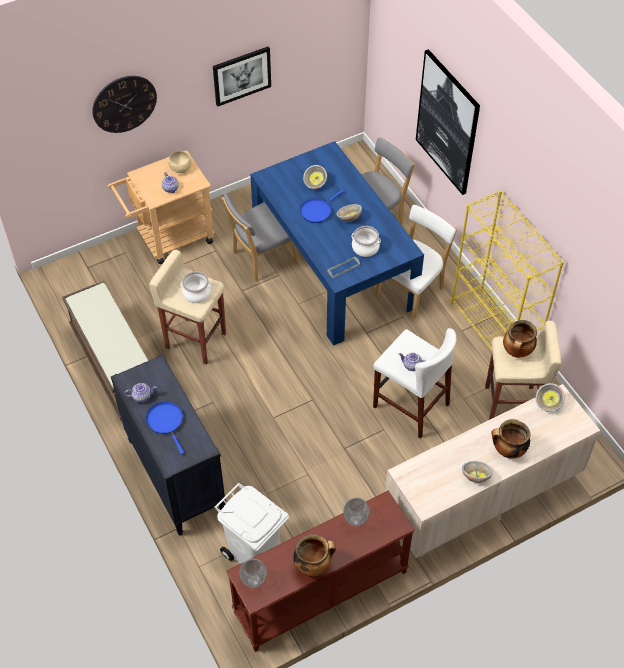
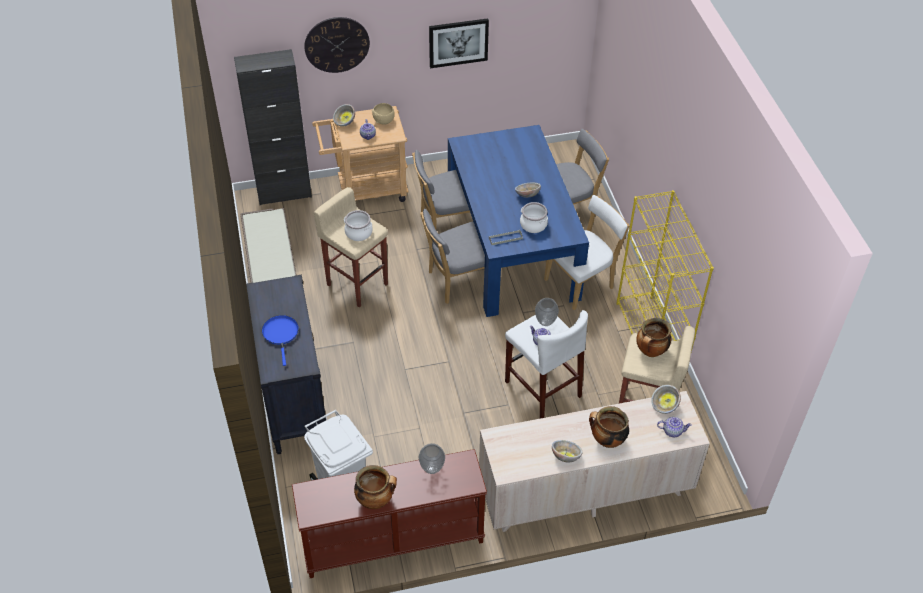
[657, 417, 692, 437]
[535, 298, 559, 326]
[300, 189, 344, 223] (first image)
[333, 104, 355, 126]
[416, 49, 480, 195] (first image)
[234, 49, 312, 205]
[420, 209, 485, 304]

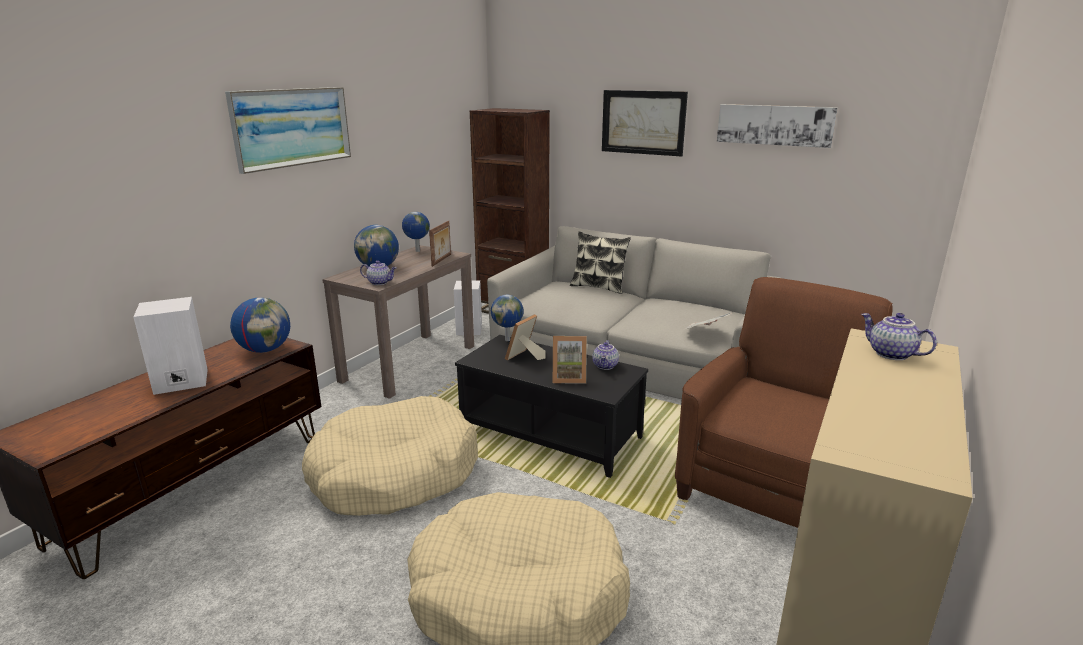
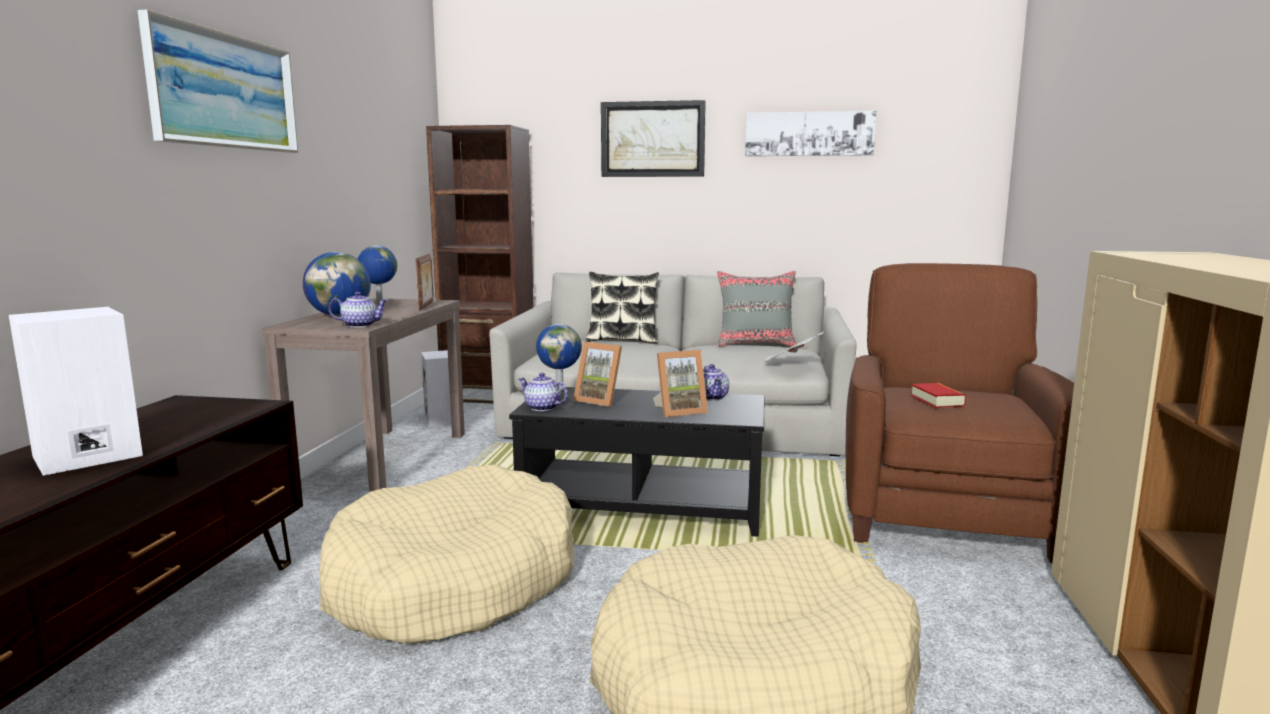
[230, 297, 290, 353] (first image)
[573, 342, 622, 407]
[519, 373, 568, 411]
[717, 271, 797, 347]
[911, 383, 966, 408]

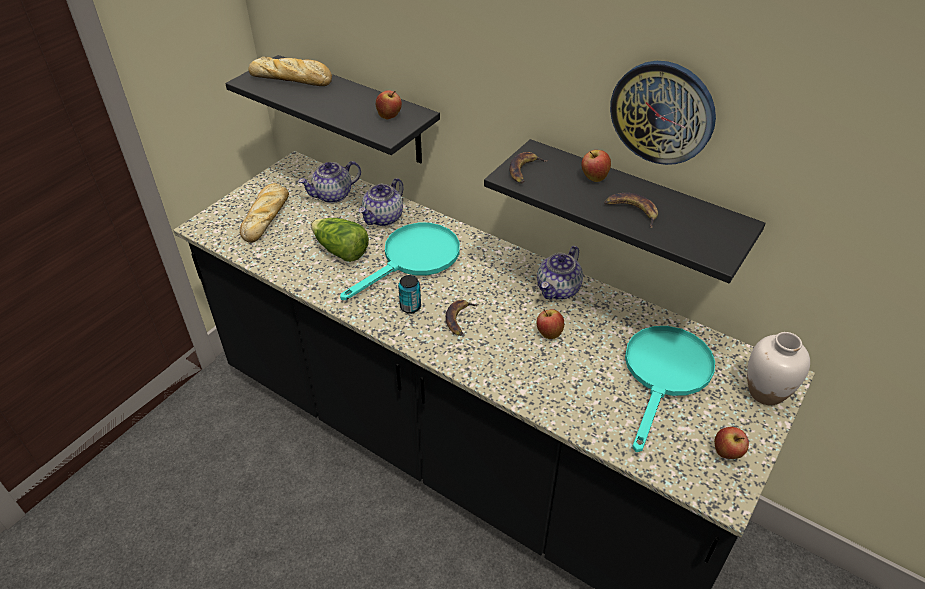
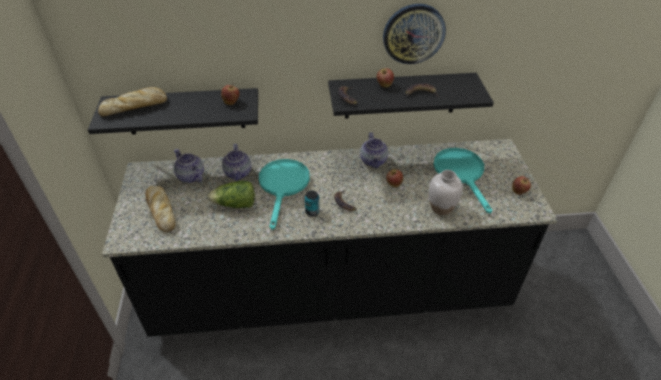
[174, 149, 204, 183]
[429, 170, 463, 215]

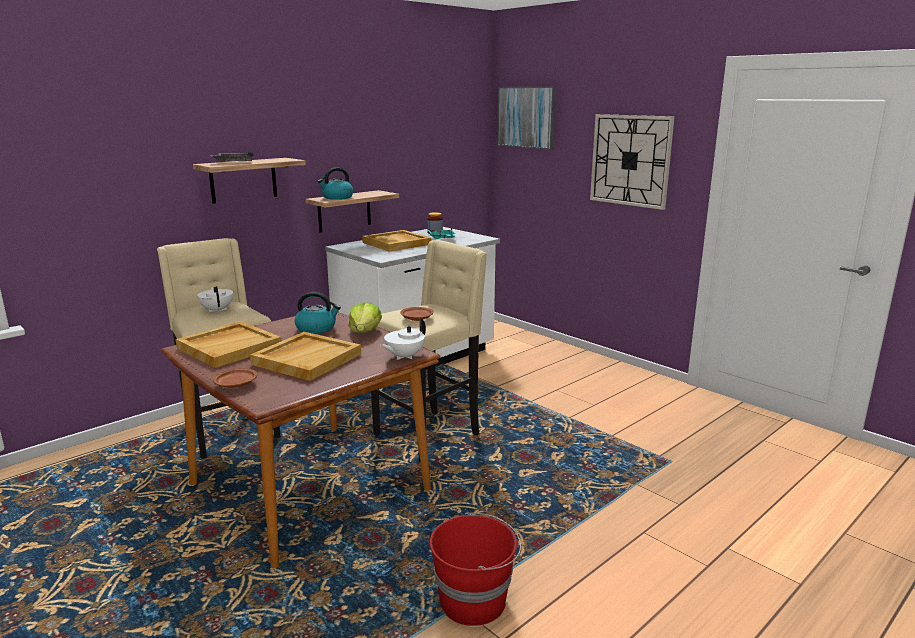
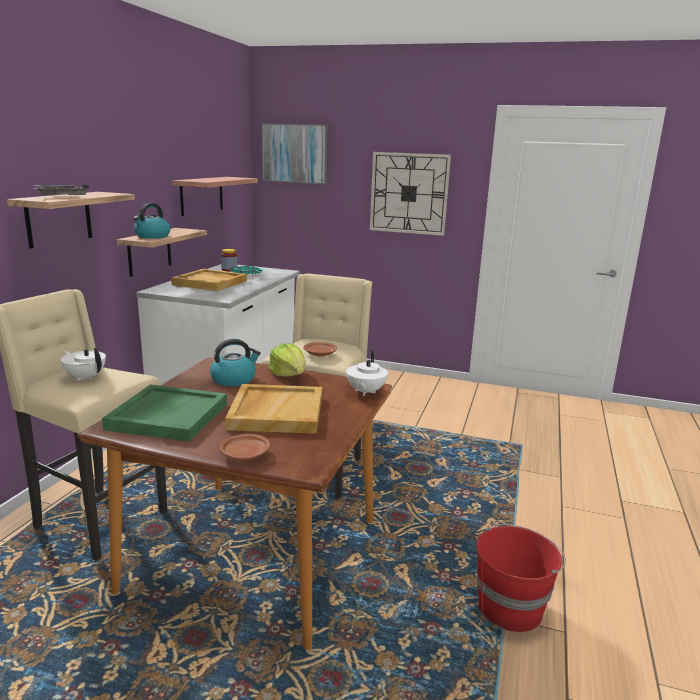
[102, 384, 227, 442]
[172, 177, 258, 216]

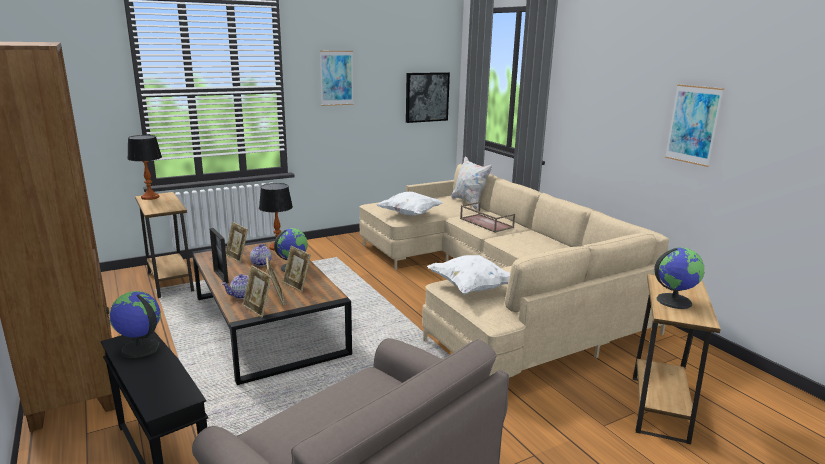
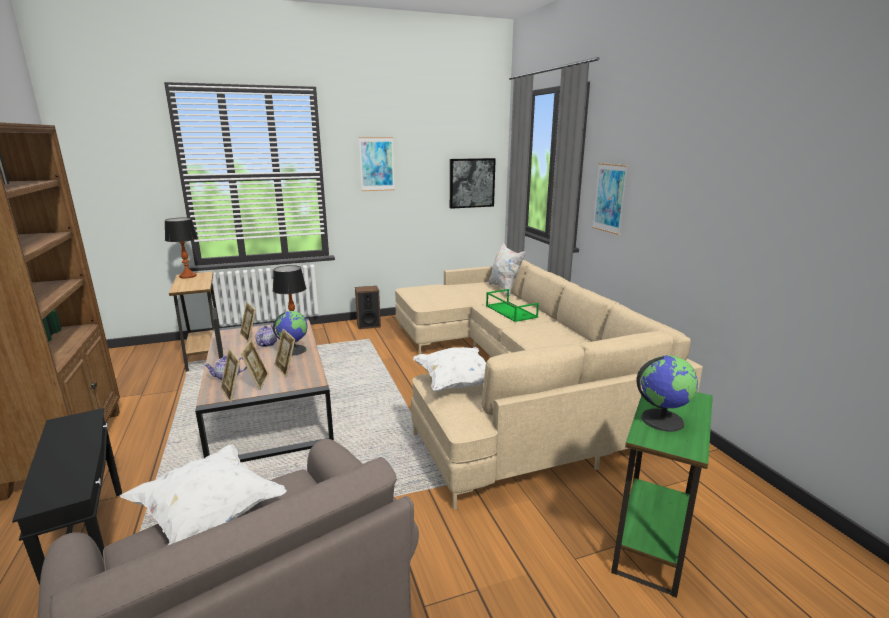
[109, 291, 161, 358] (first image)
[120, 444, 287, 546]
[486, 289, 539, 322]
[611, 391, 713, 598]
[592, 163, 628, 235]
[355, 286, 381, 329]

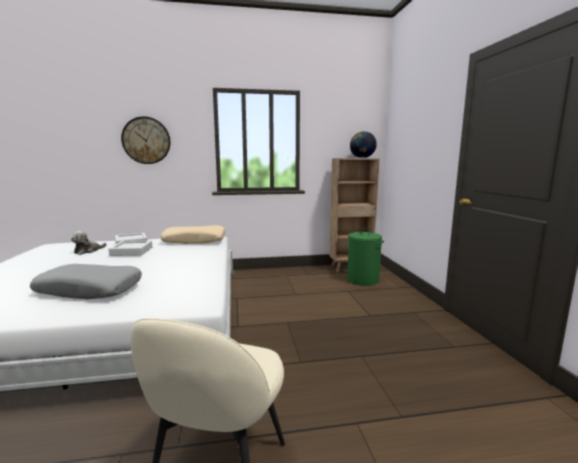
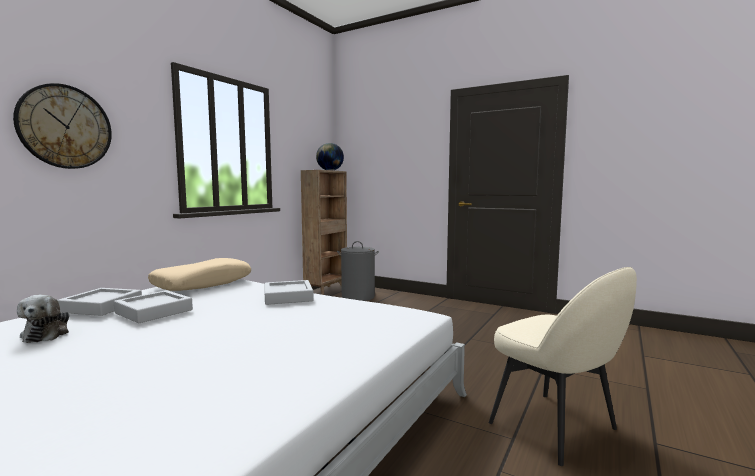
[30, 264, 142, 299] (first image)
[337, 241, 379, 301]
[265, 280, 314, 305]

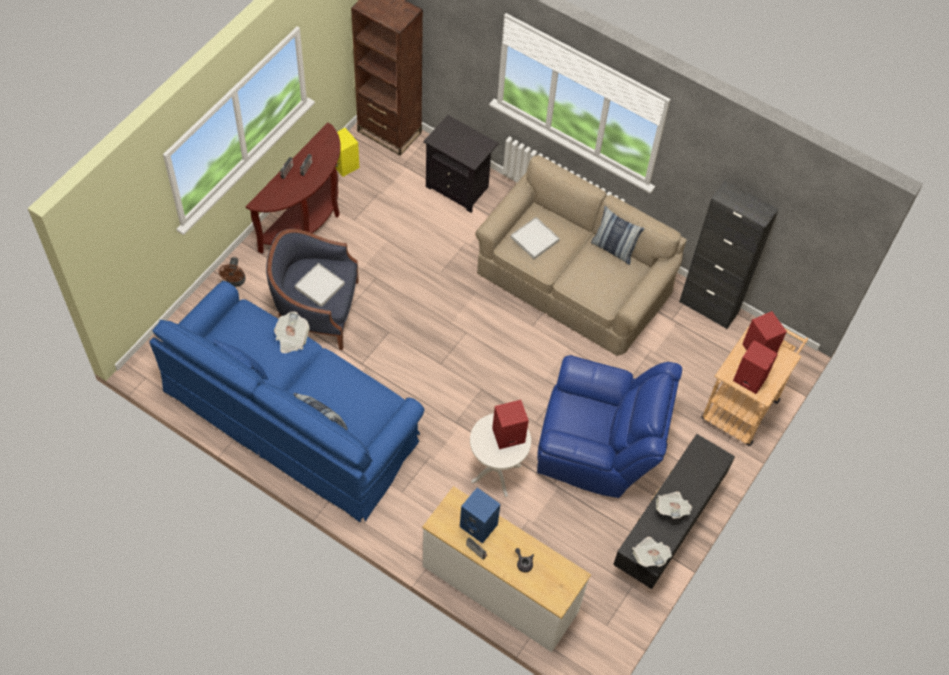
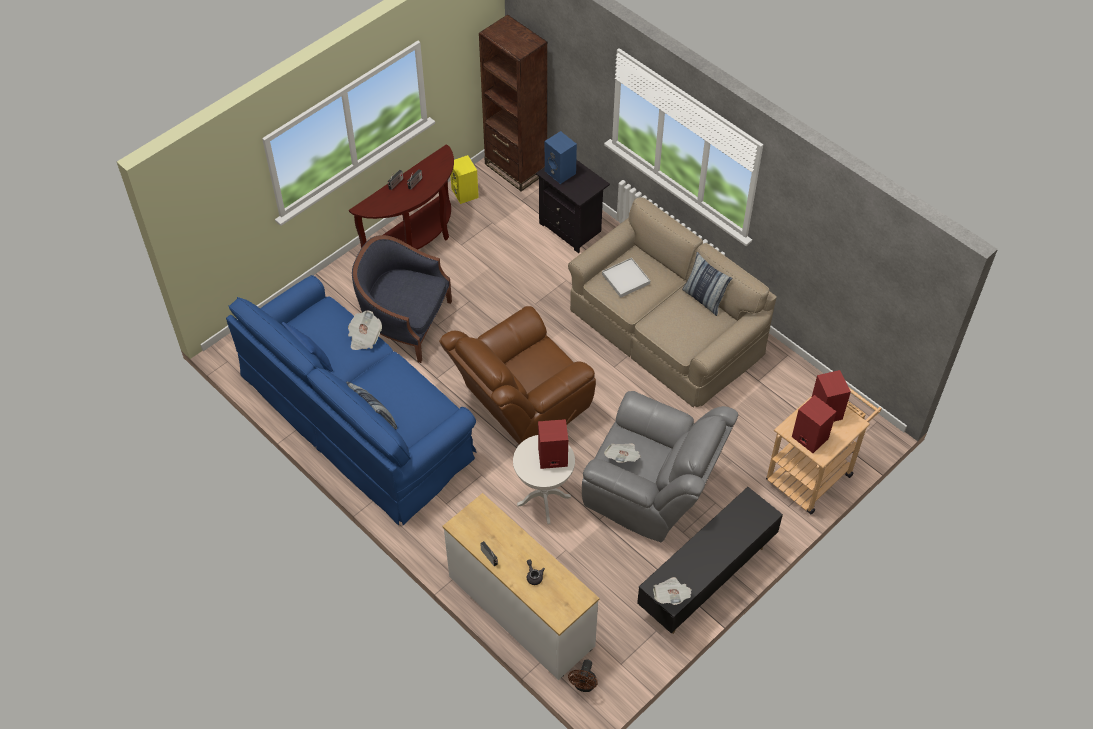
[568, 659, 598, 692]
[295, 263, 345, 307] (first image)
[545, 131, 577, 184]
[582, 391, 738, 542]
[604, 443, 641, 463]
[679, 181, 779, 329] (first image)
[439, 306, 596, 445]

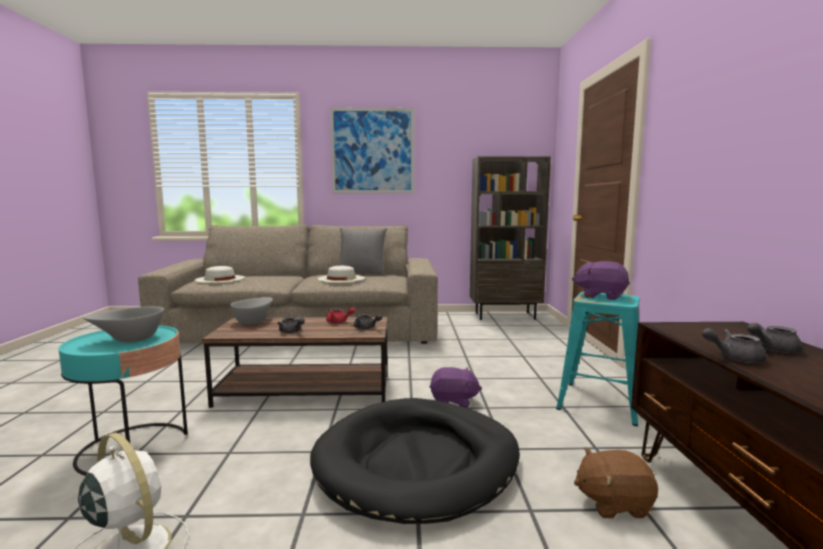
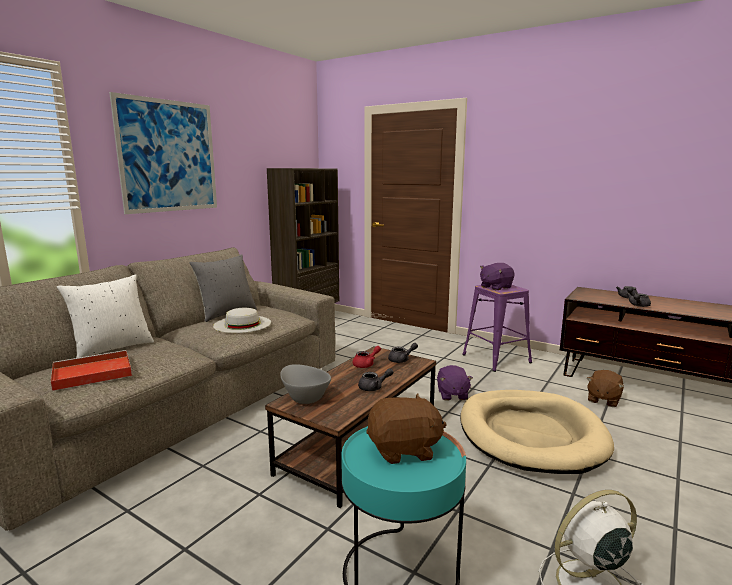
[366, 394, 447, 464]
[51, 350, 132, 391]
[460, 390, 614, 474]
[437, 365, 473, 401]
[462, 285, 532, 372]
[57, 274, 154, 358]

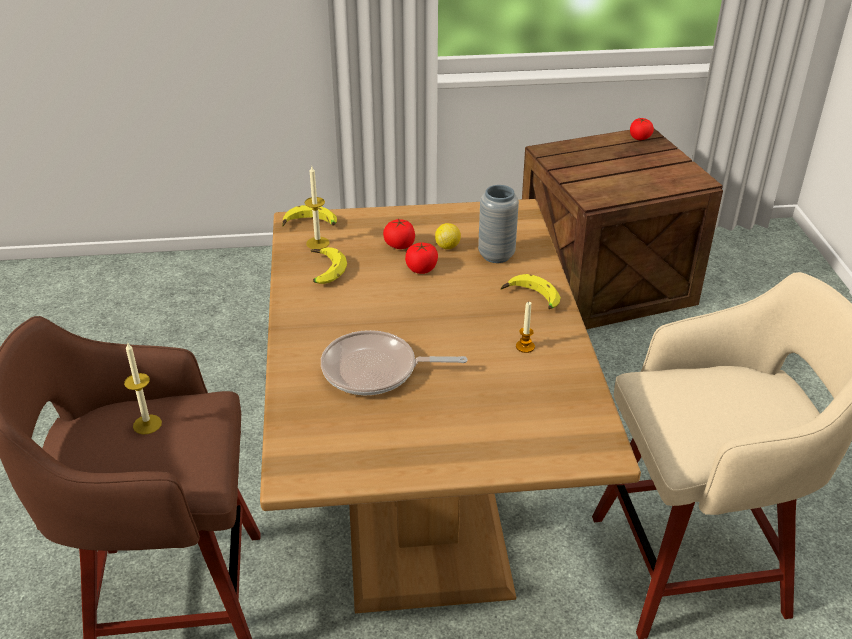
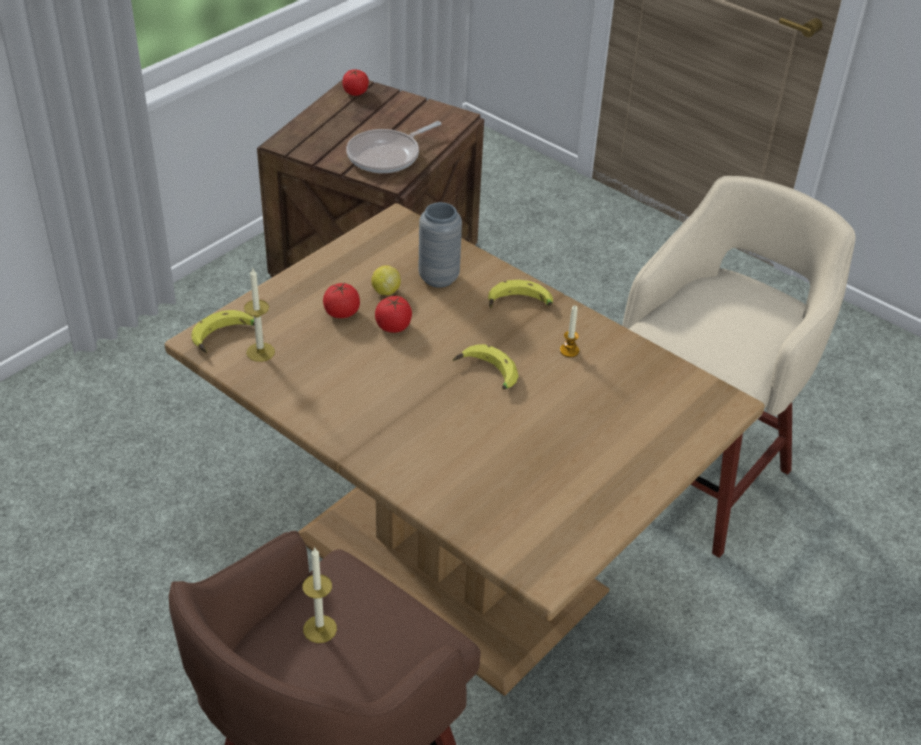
[453, 344, 518, 390]
[346, 121, 441, 173]

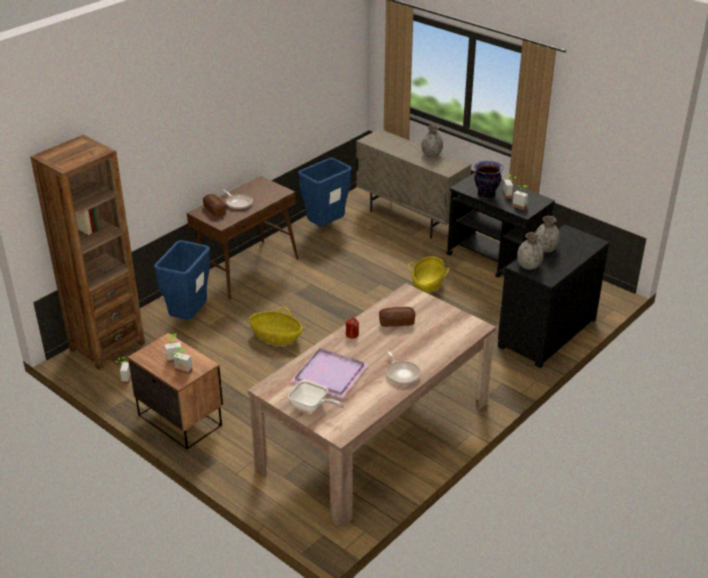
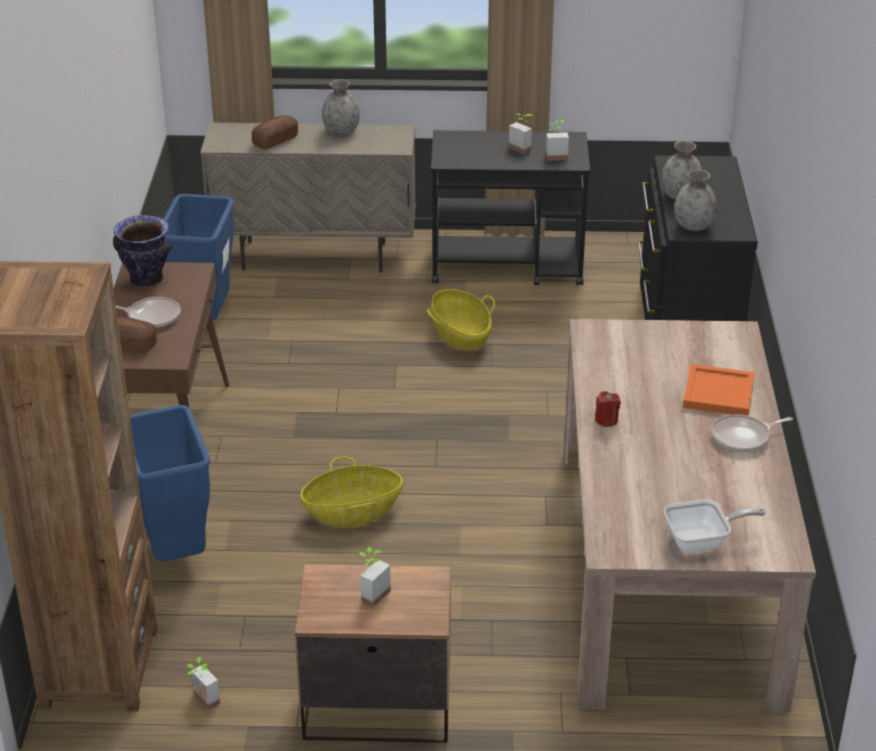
[173, 347, 193, 375] (first image)
[291, 348, 369, 399] (first image)
[252, 115, 298, 149]
[711, 414, 793, 452]
[113, 215, 172, 287]
[683, 364, 755, 416]

